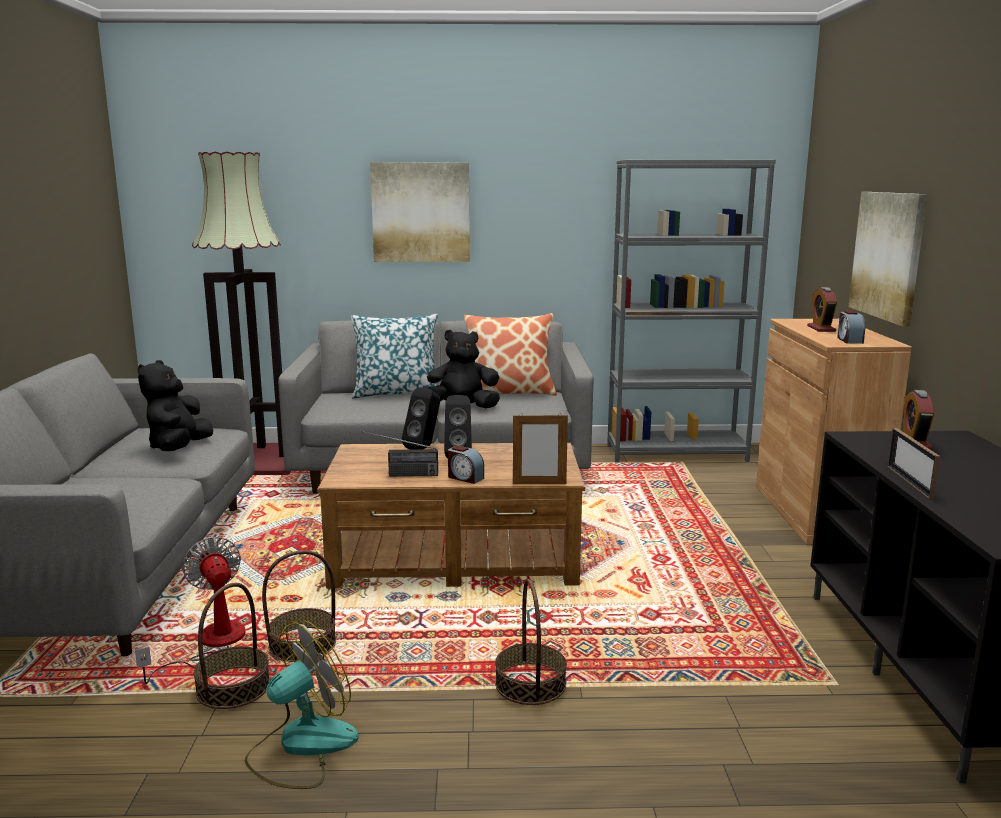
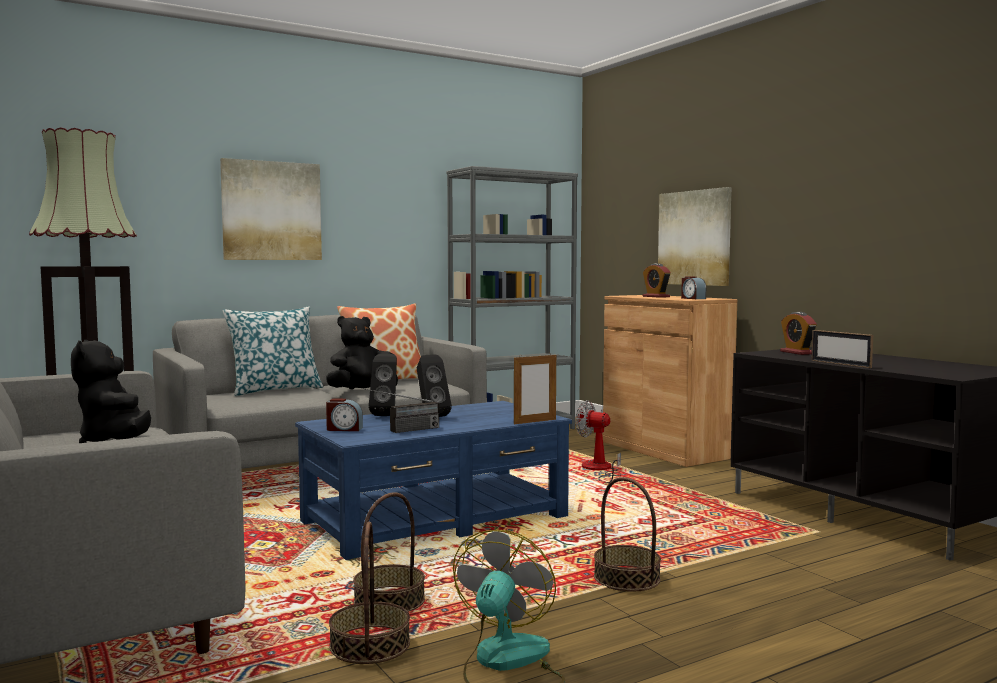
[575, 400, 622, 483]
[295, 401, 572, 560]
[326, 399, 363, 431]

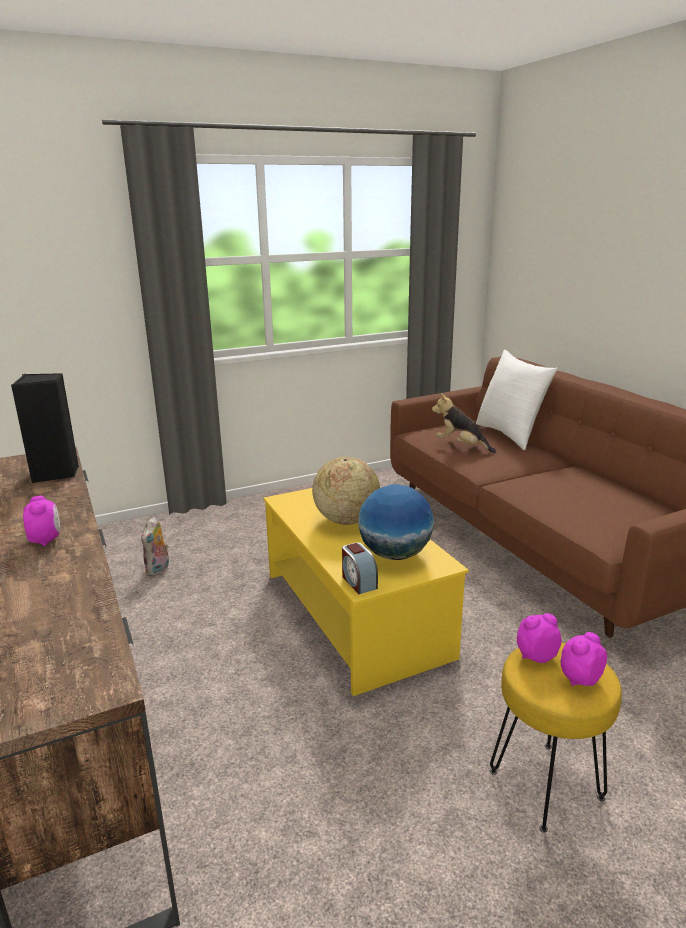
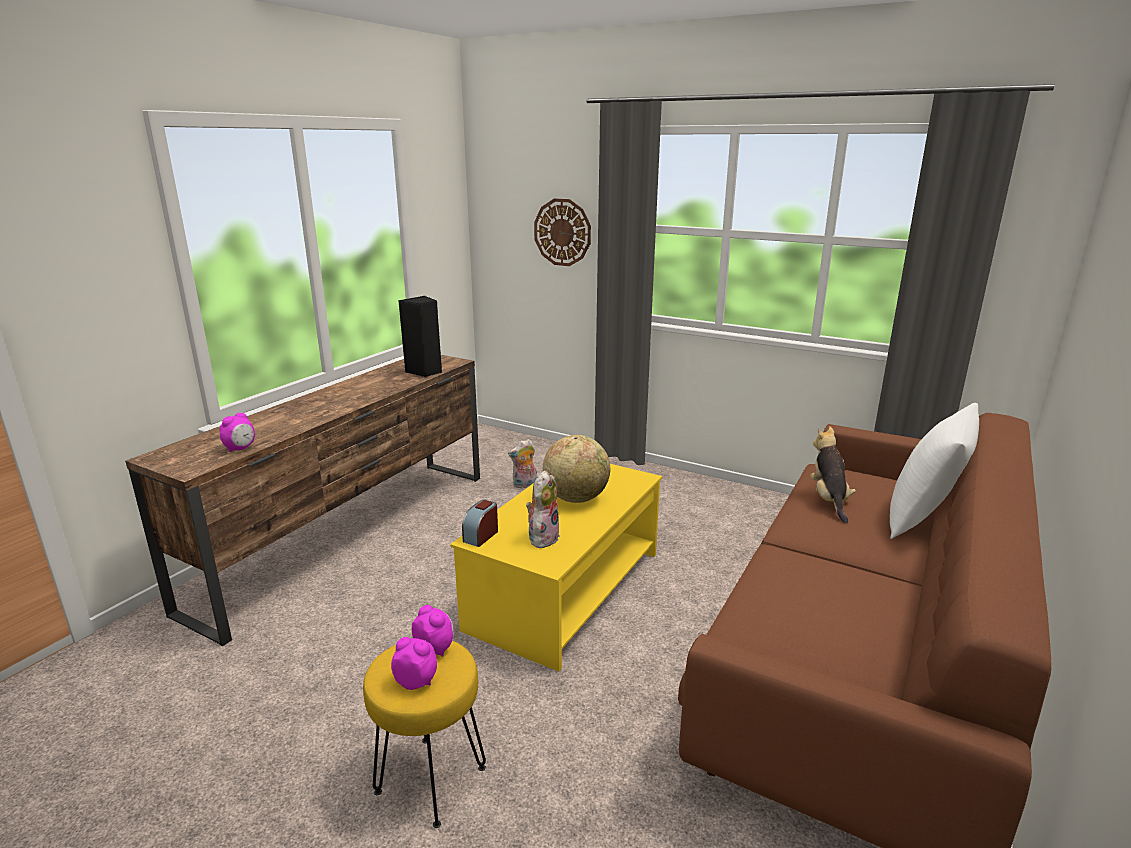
[220, 413, 255, 452]
[526, 470, 560, 548]
[534, 199, 591, 266]

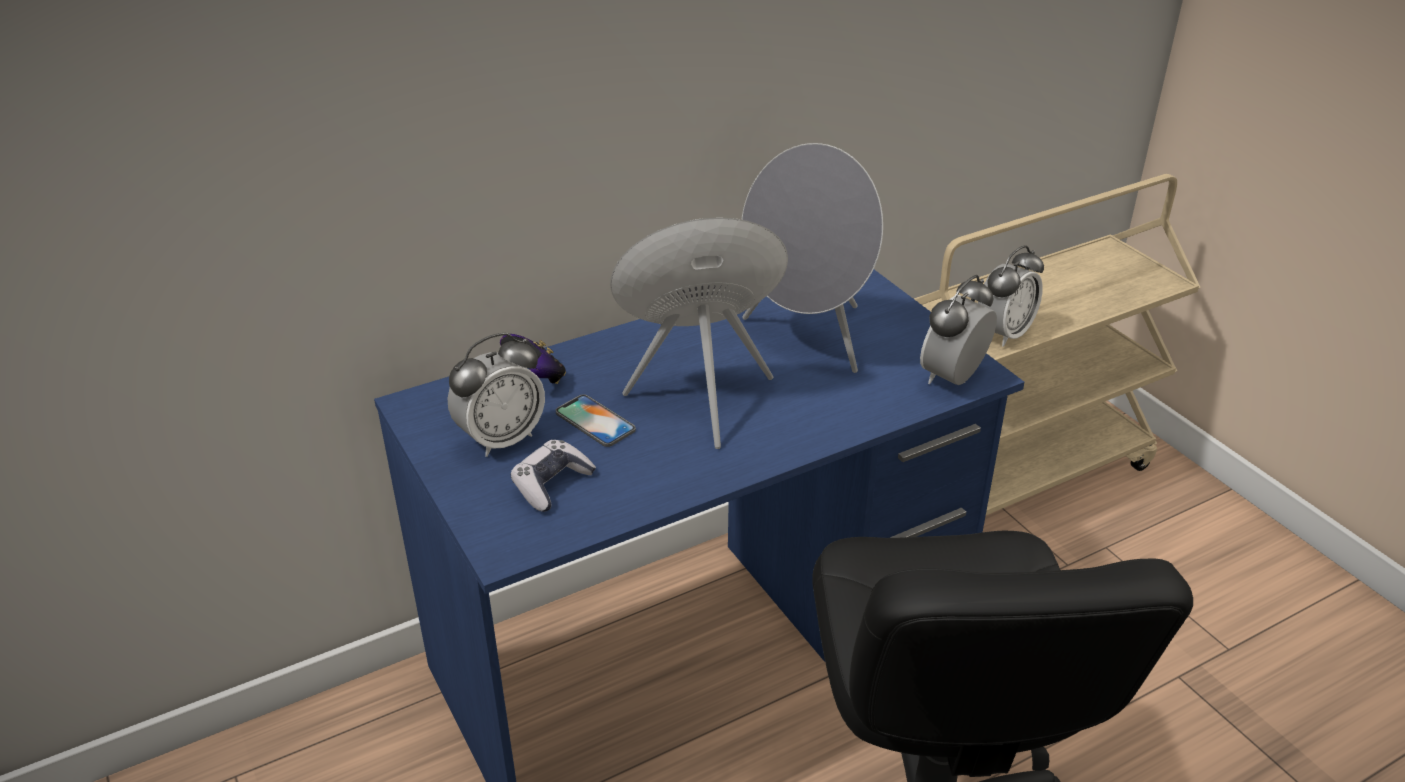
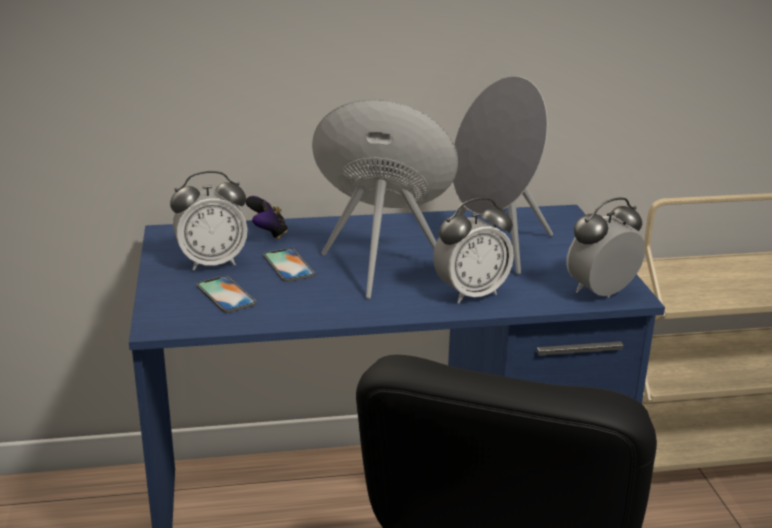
[197, 275, 256, 313]
[433, 198, 514, 303]

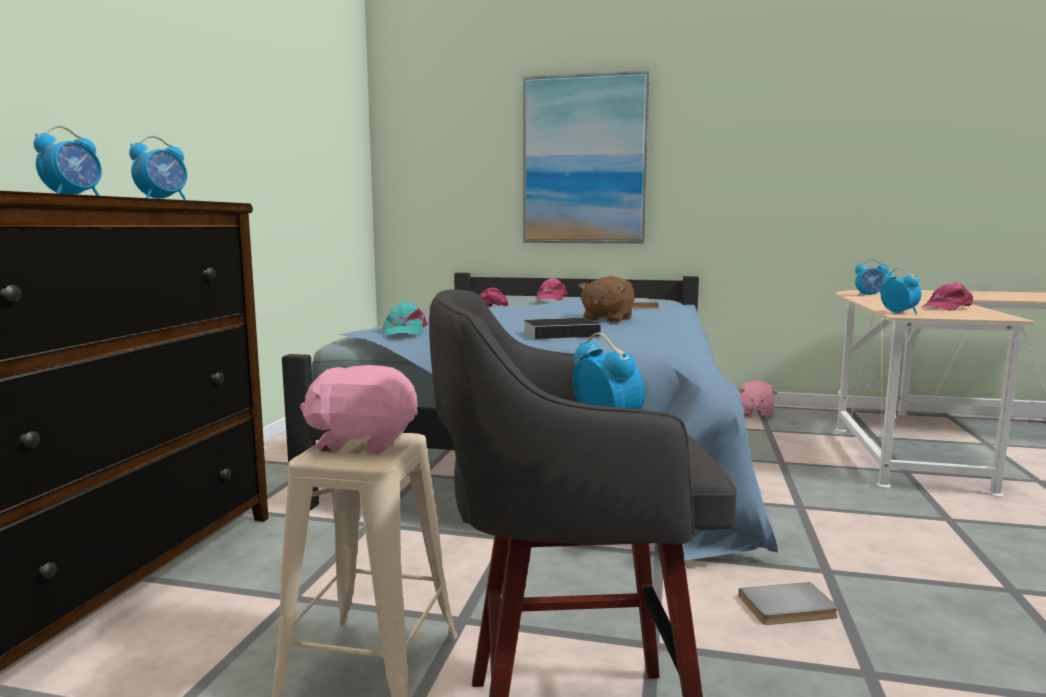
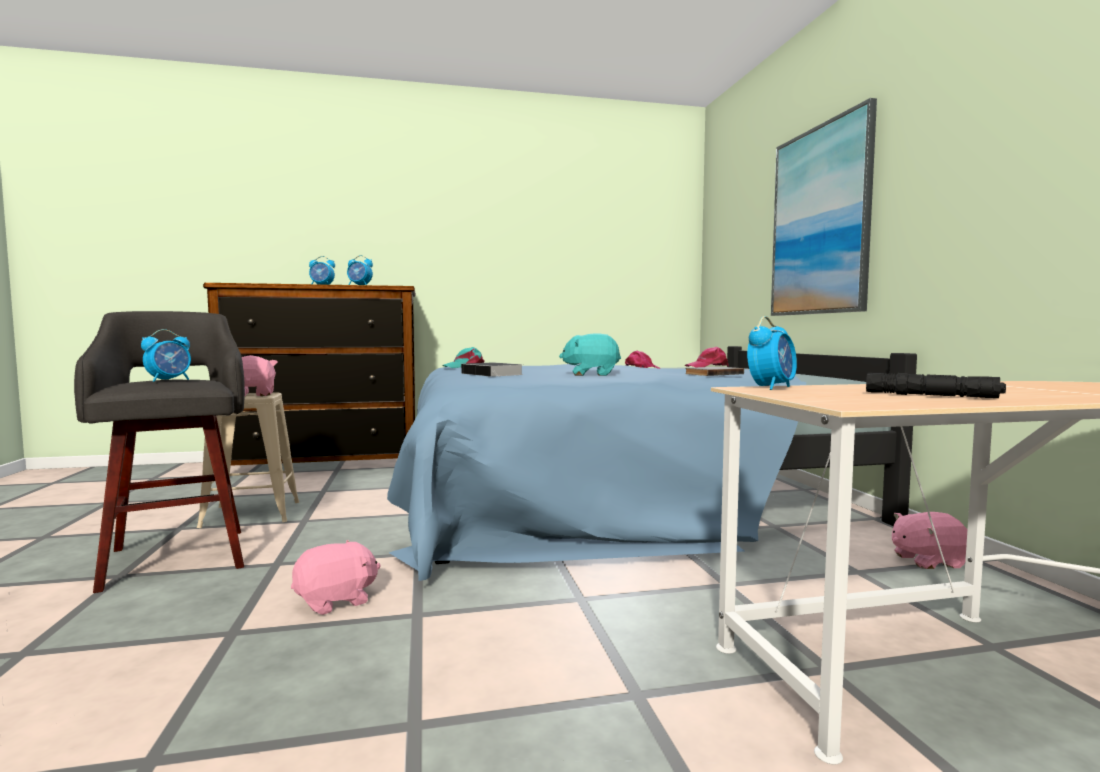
[559, 333, 621, 376]
[291, 540, 381, 615]
[855, 259, 889, 296] (first image)
[866, 373, 1006, 398]

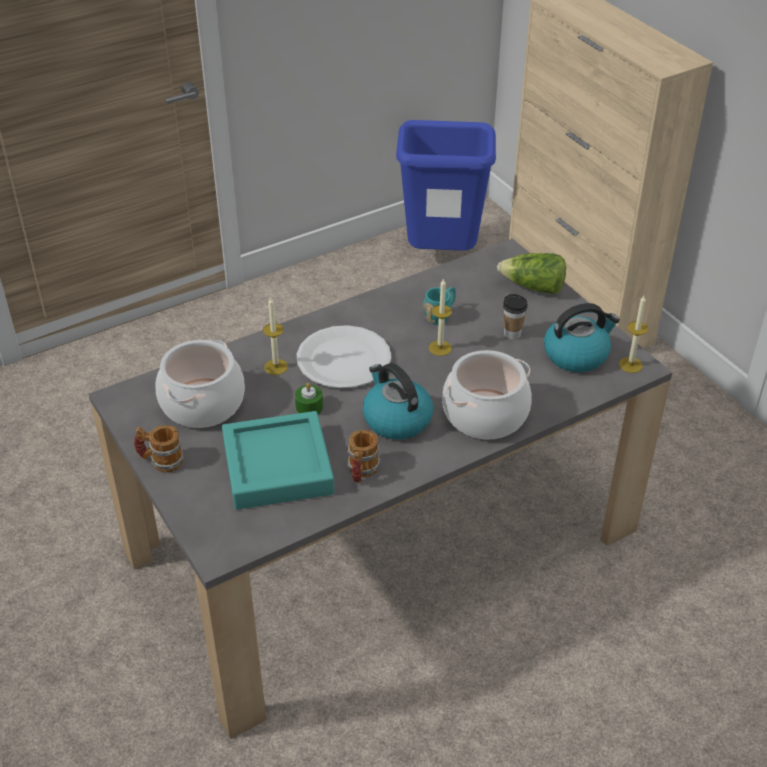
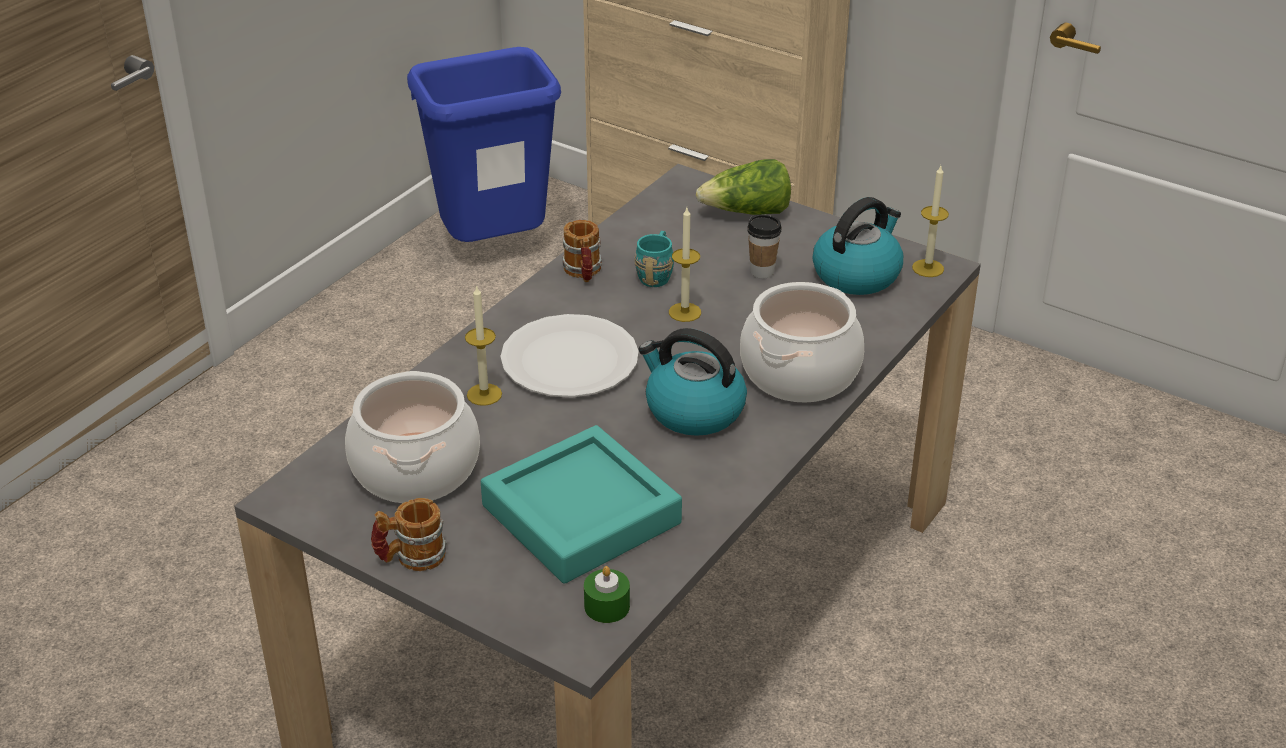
[584, 566, 630, 623]
[563, 220, 602, 282]

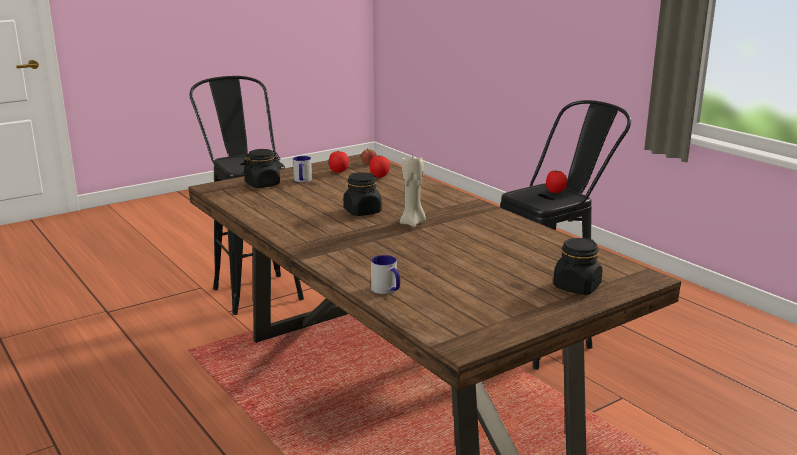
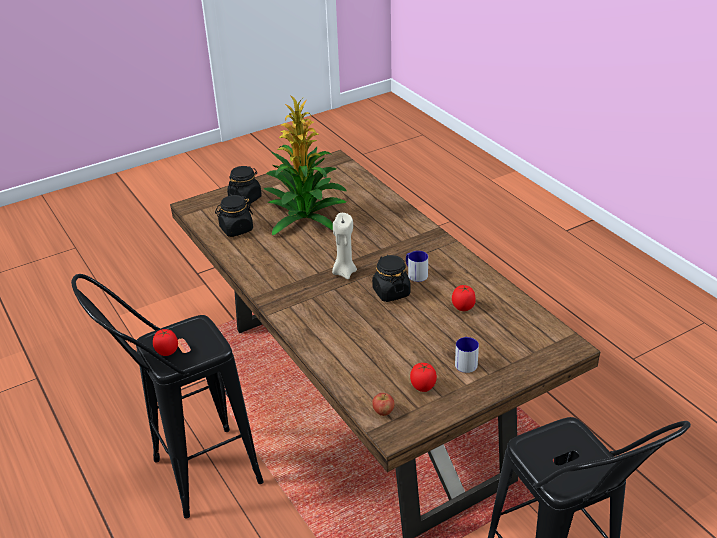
[215, 195, 253, 237]
[452, 285, 476, 311]
[406, 251, 428, 282]
[264, 95, 347, 235]

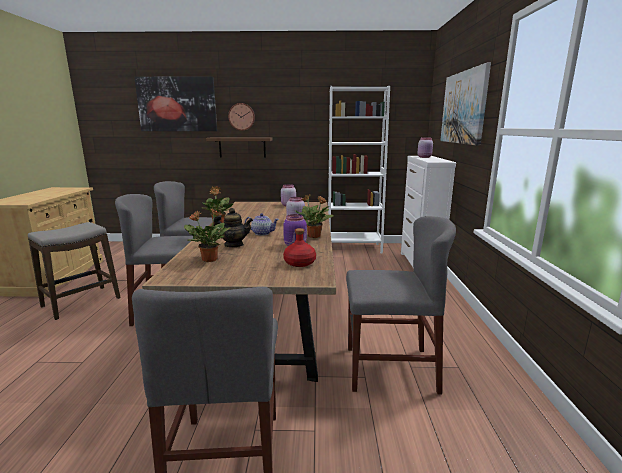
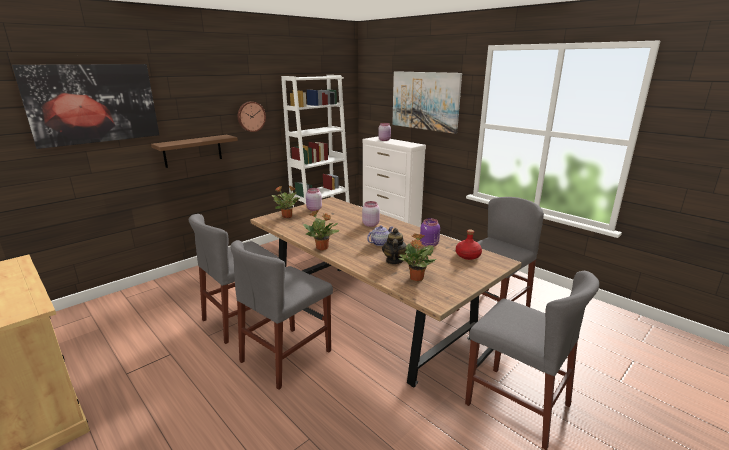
[28, 222, 121, 320] (first image)
[382, 228, 407, 264]
[238, 101, 266, 132]
[272, 185, 300, 218]

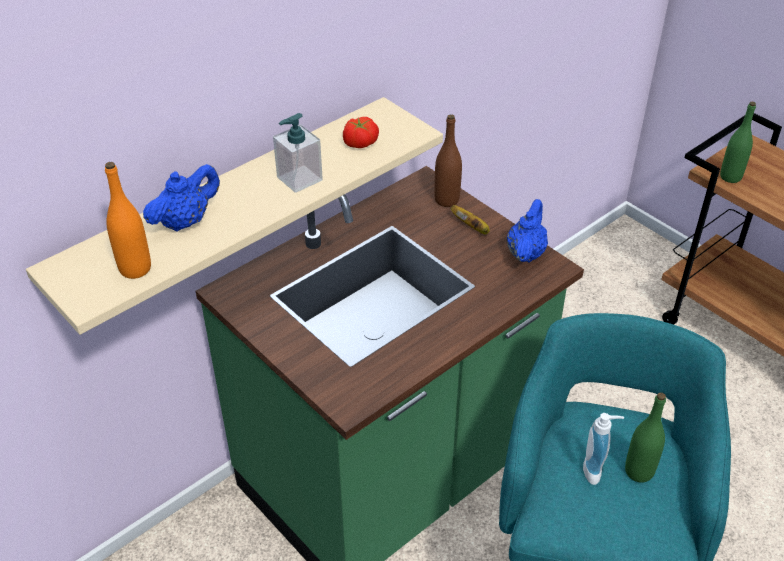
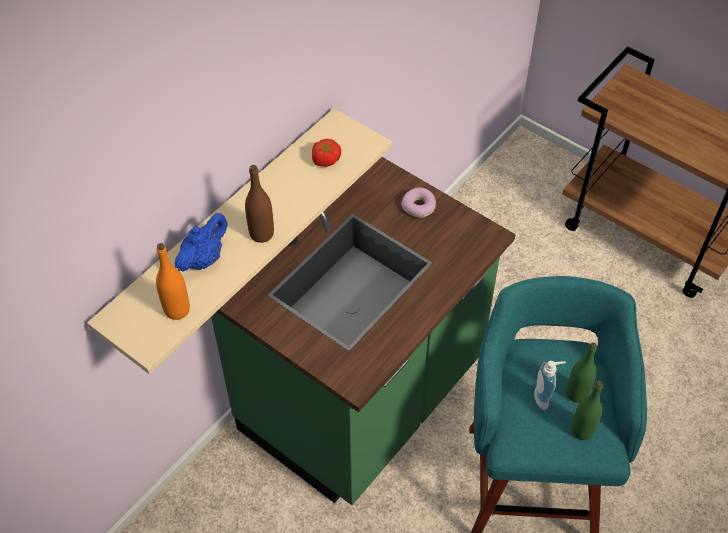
[273, 113, 323, 193] (first image)
[245, 165, 274, 243]
[401, 187, 436, 218]
[507, 199, 548, 262] (first image)
[571, 381, 603, 440]

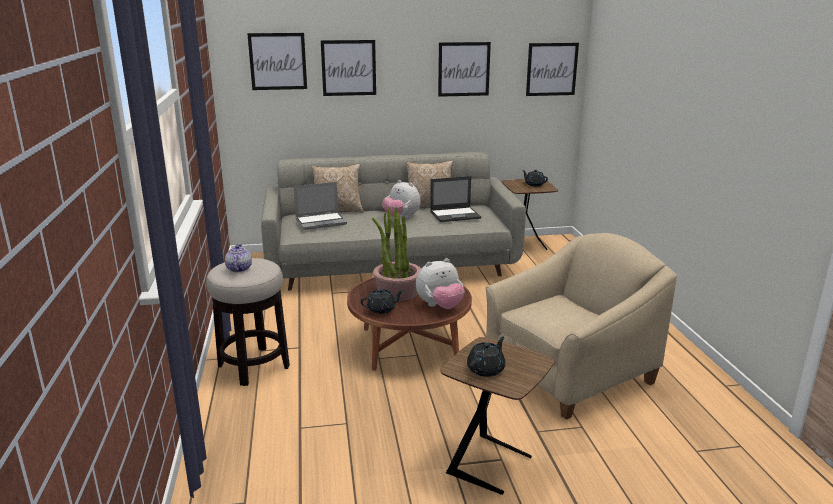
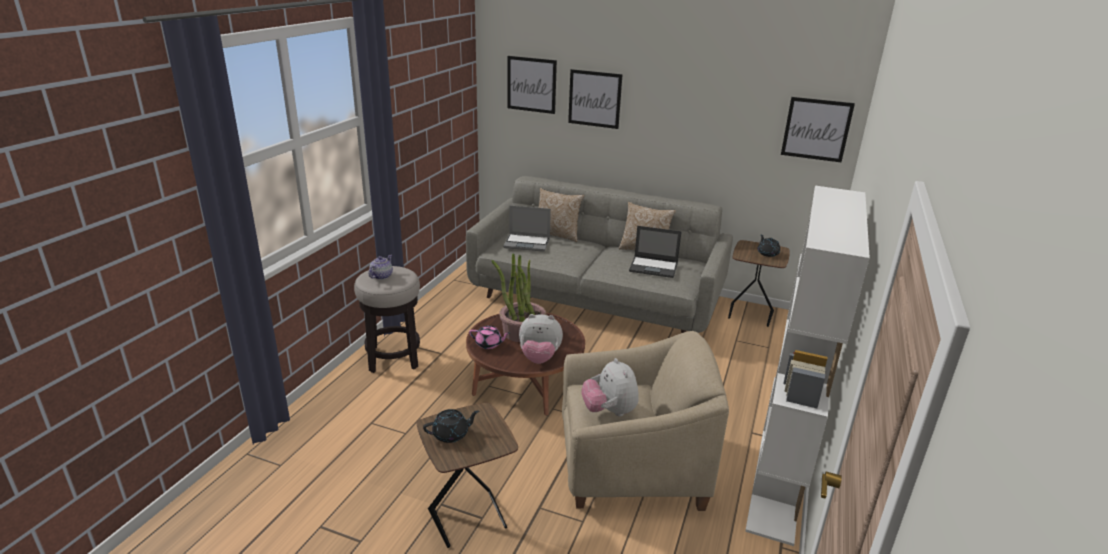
[469, 326, 510, 349]
[581, 358, 639, 416]
[438, 42, 491, 97] (first image)
[745, 186, 870, 546]

